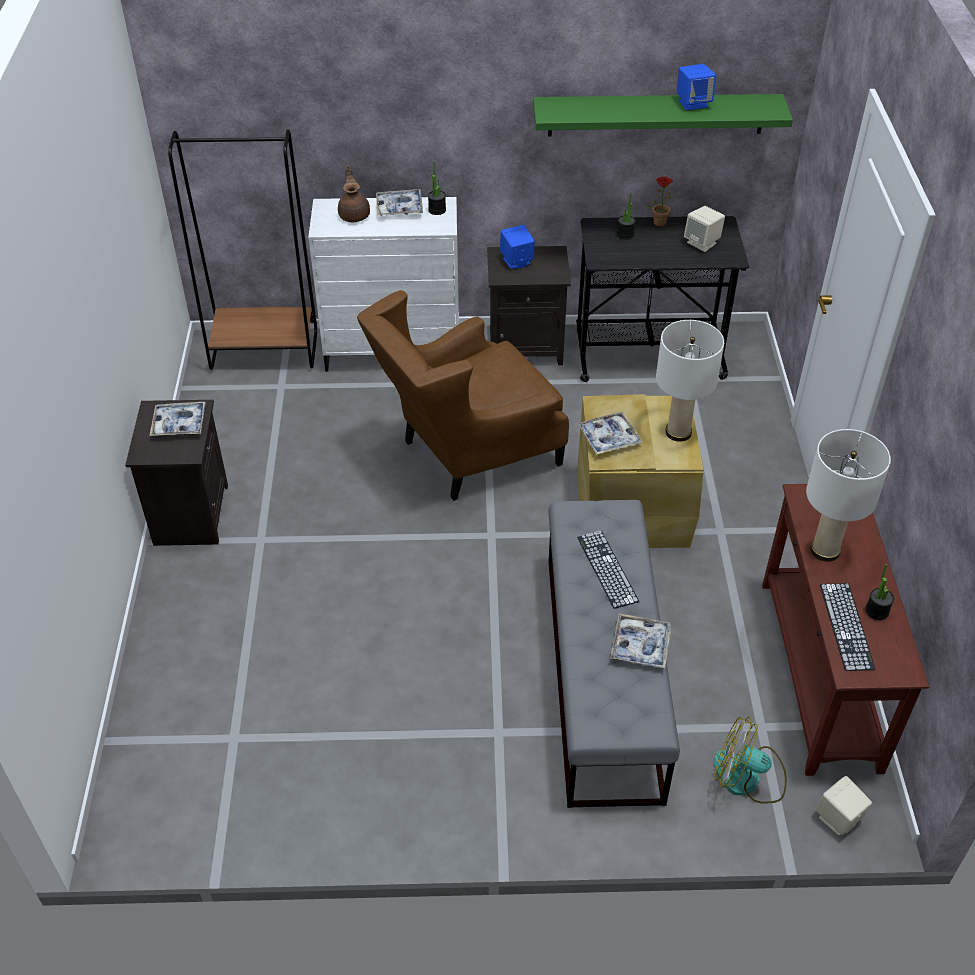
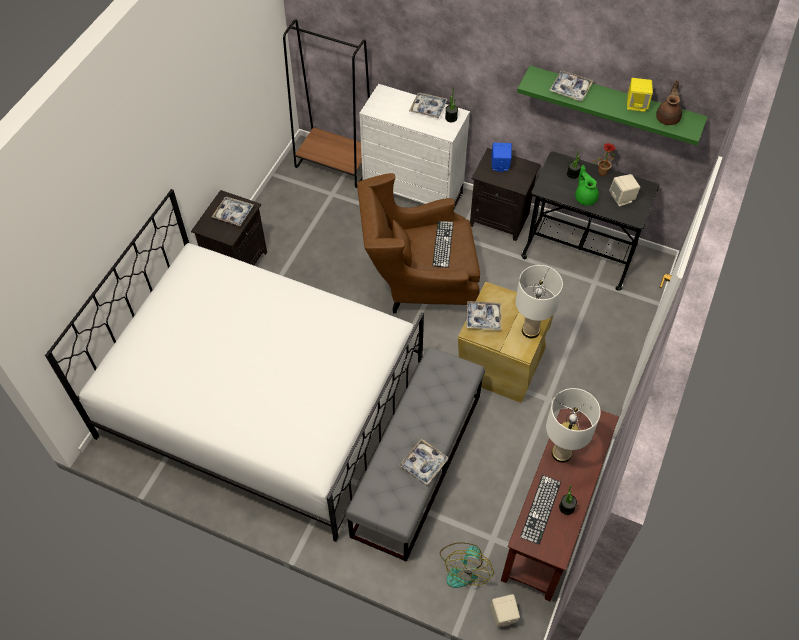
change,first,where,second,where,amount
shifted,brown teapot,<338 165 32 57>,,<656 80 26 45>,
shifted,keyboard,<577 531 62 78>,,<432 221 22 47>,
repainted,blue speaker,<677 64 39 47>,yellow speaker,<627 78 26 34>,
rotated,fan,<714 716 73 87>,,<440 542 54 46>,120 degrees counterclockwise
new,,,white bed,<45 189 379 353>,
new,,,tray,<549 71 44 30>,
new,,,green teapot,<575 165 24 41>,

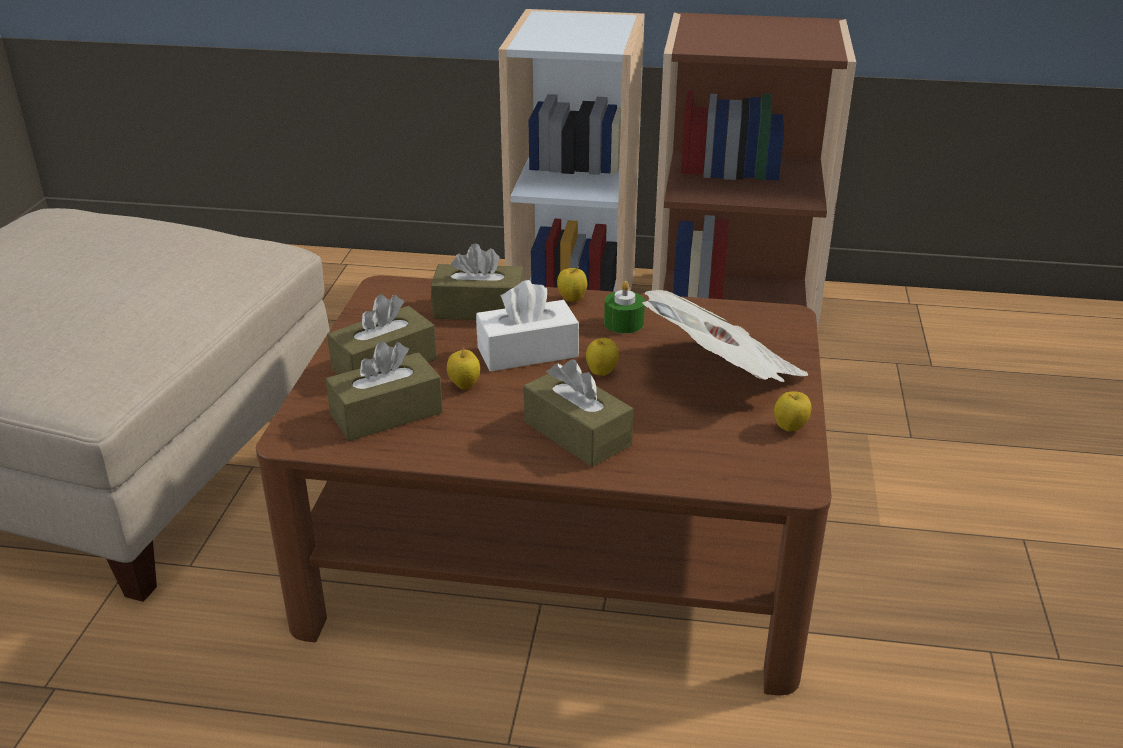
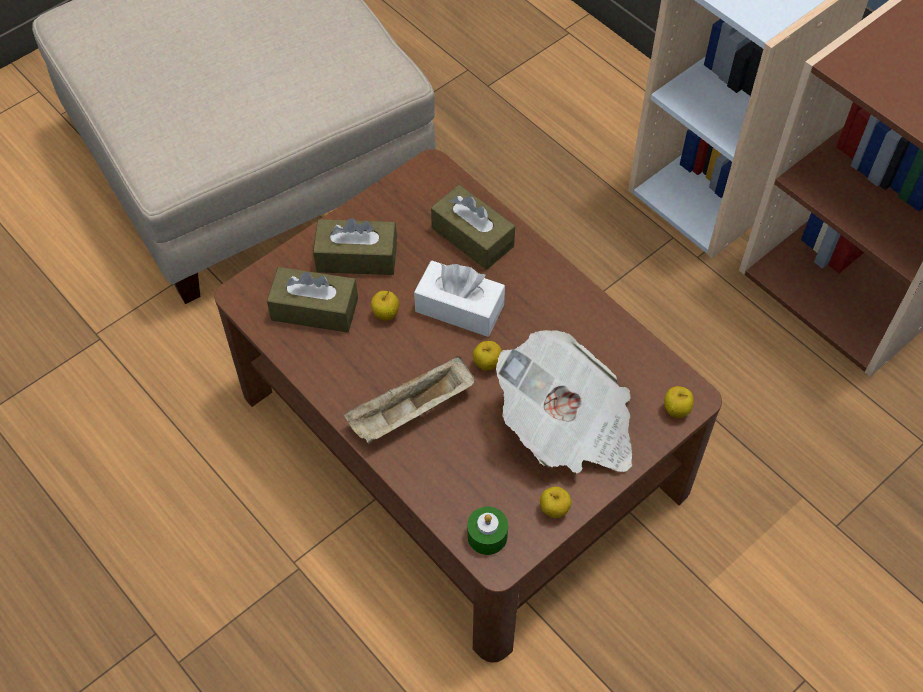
change,first,where,second,where,amount
swapped,brown tissue box,<524 359 110 108>,beige tray,<344 356 130 88>,
shifted,apple,<557 266 30 36>,,<664 386 30 32>,
shifted,green candle,<604 281 41 53>,,<467 506 41 49>,

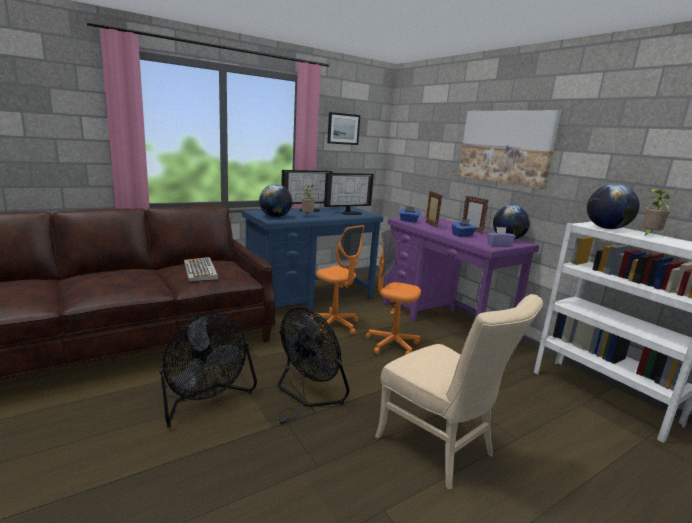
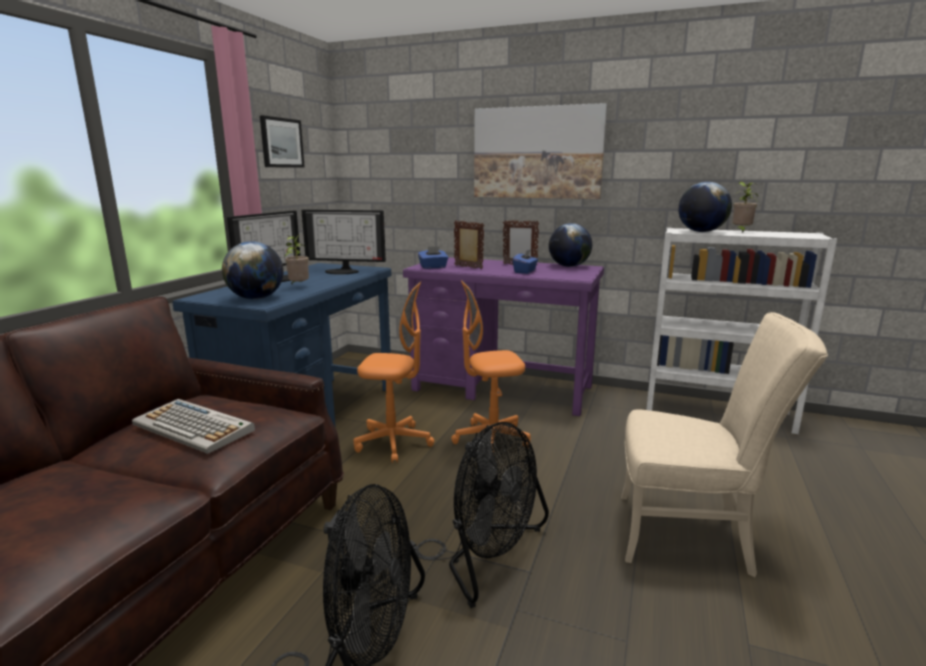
change,first,where,second,where,amount
rotated,black fan,<278 308 71 116>,,<410 422 139 186>,120 degrees clockwise
rotated,monitor,<324 173 50 42>,,<301 209 85 66>,75 degrees clockwise
gone,purple tissue box,<487 227 29 20>,,,

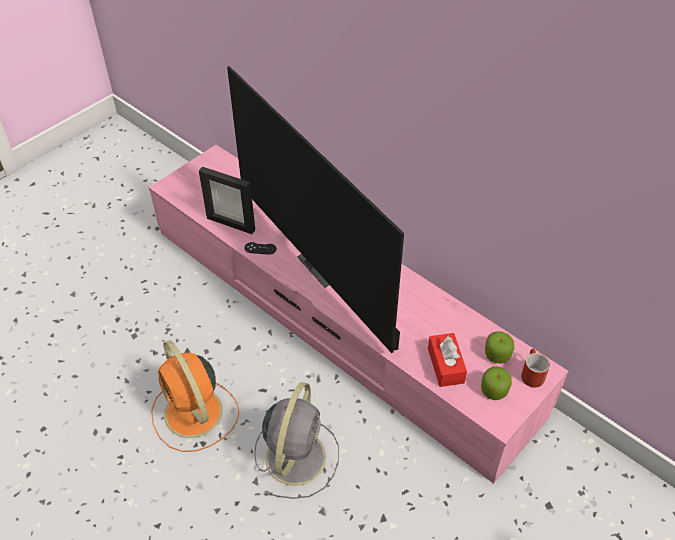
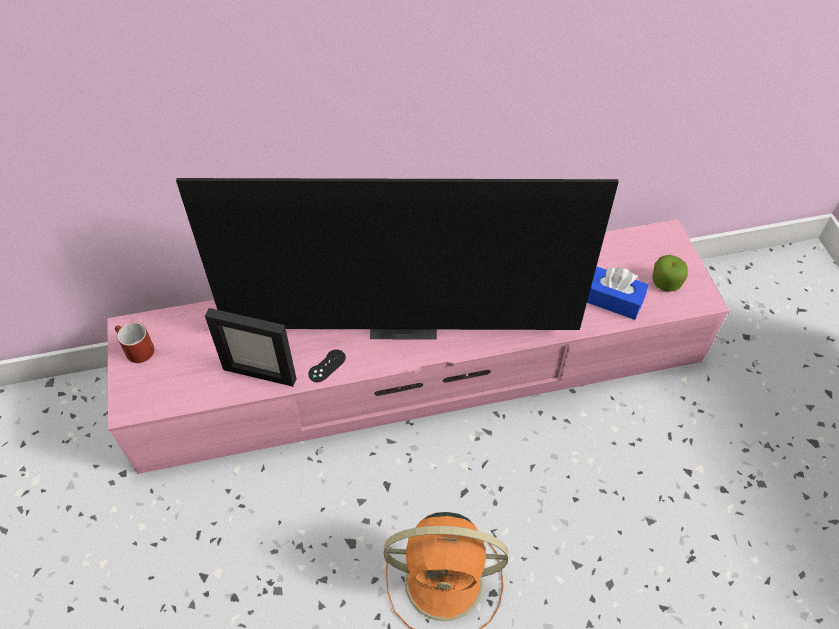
change,first,where,second,where,amount
rotated,picture frame,<199 167 56 67>,,<205 308 92 79>,45 degrees clockwise
gone,grey fan,<254 382 85 117>,,,
repainted,red tissue box,<428 333 39 54>,blue tissue box,<587 266 62 54>,
gone,apple,<485 331 29 33>,,,
shifted,red mug,<521 349 29 39>,,<115 322 39 41>,

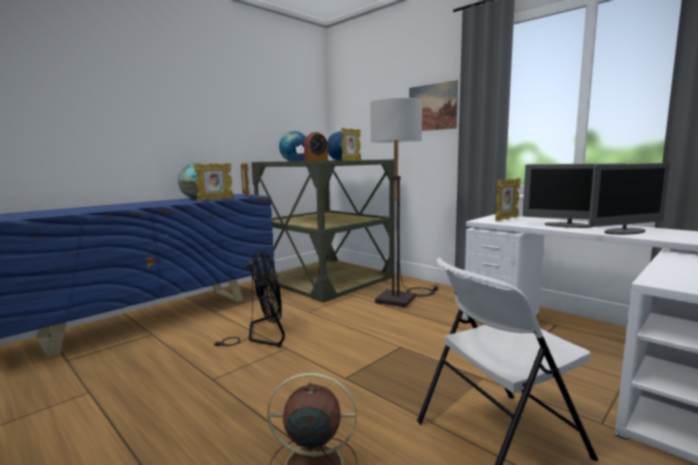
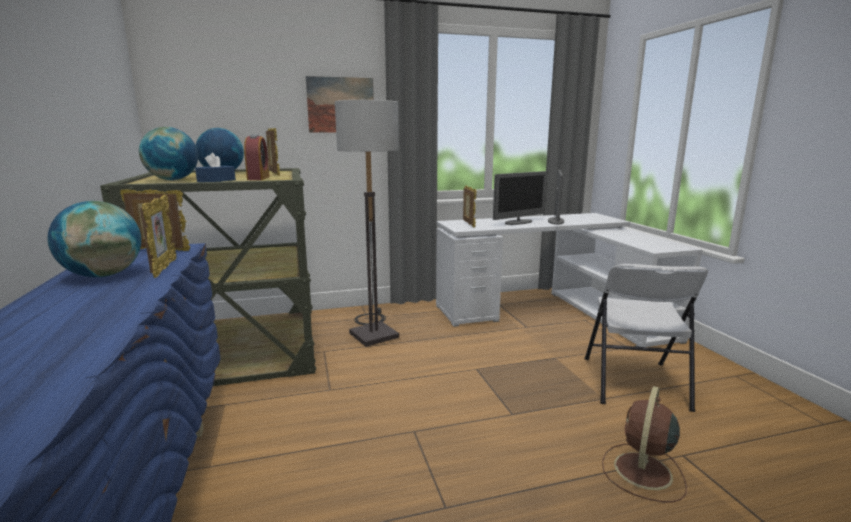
change,first,where,second,where,amount
gone,black fan,<214 249 71 99>,,,

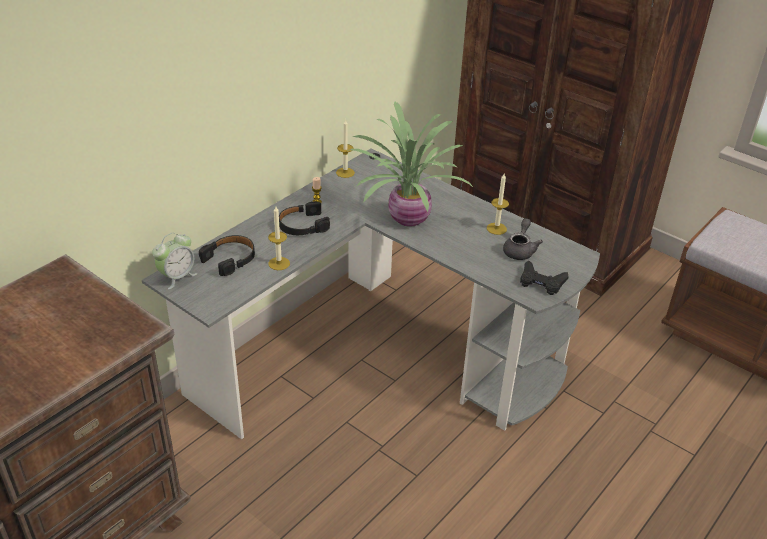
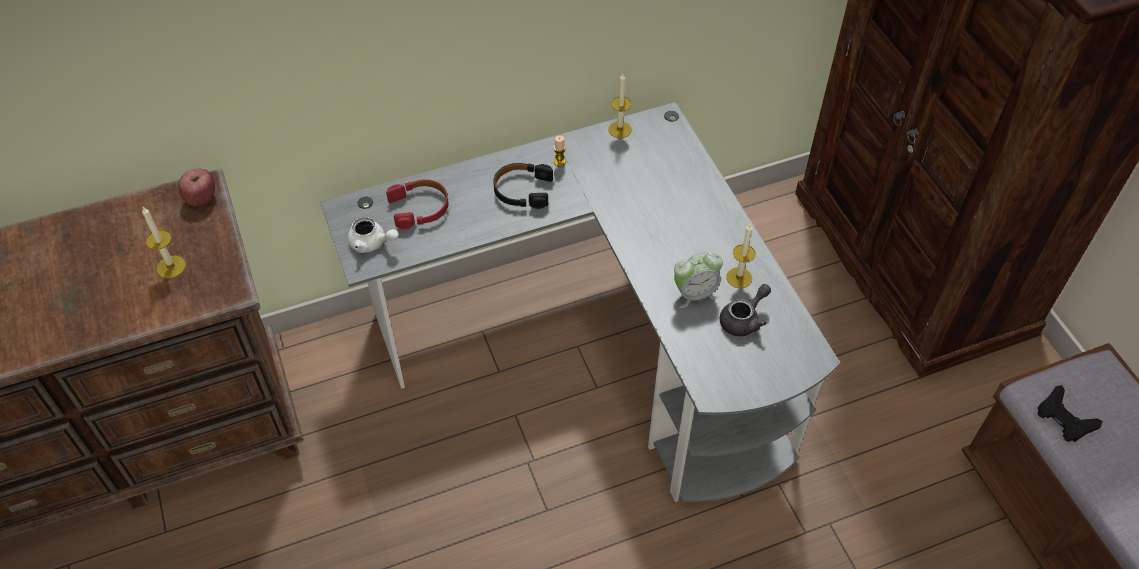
change,first,where,second,where,amount
shifted,alarm clock,<152 233 45 56>,,<674 252 49 56>,
repainted,black headphones,<199 235 56 41>,red headphones,<386 179 63 50>,
shifted,candle,<268 206 22 64>,,<142 207 44 71>,
gone,potted plant,<347 102 127 125>,,,
shifted,black game controller,<520 260 49 35>,,<1037 385 65 57>,
new,,,apple,<179 168 36 38>,
new,,,white teapot,<348 217 51 36>,

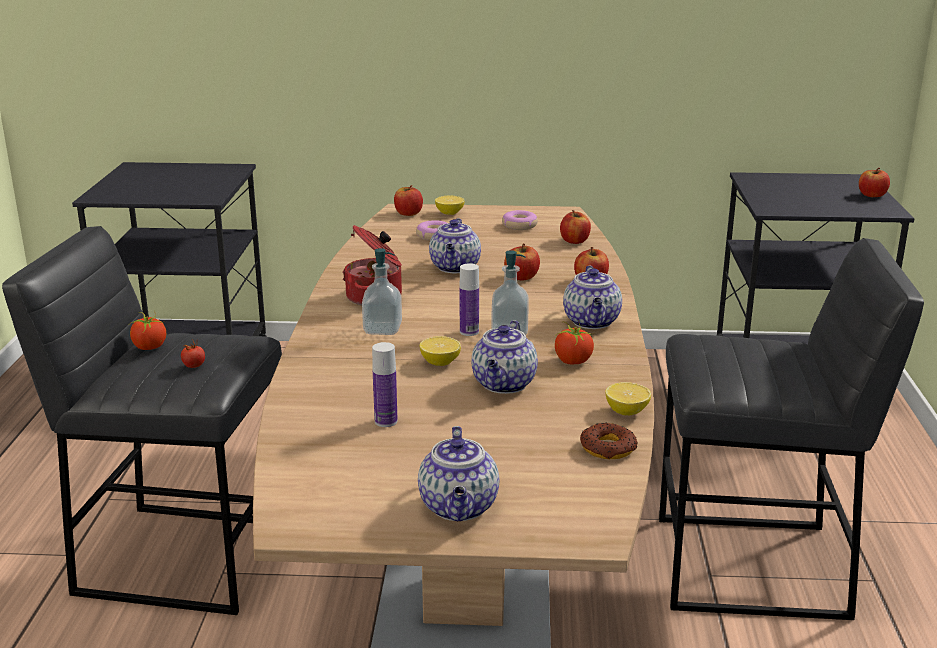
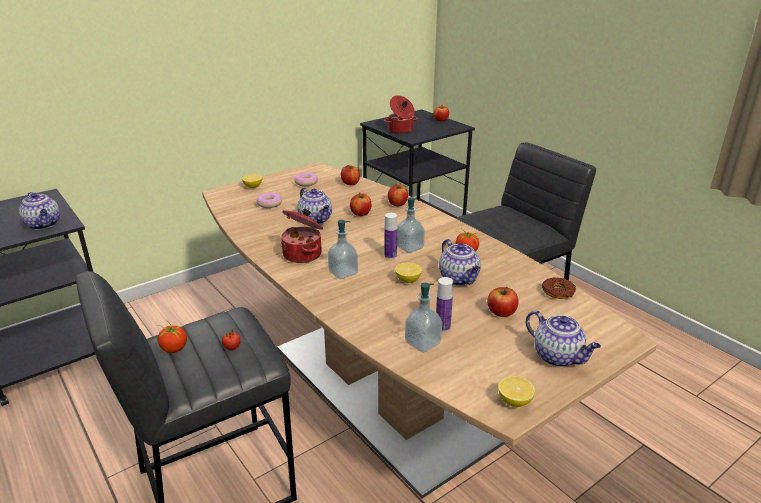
change,first,where,second,where,amount
shifted,apple,<394 185 29 31>,,<487 287 32 30>,
shifted,teapot,<563 265 59 64>,,<19 192 41 38>,
shifted,lemon,<605 382 46 33>,,<498 376 37 31>,
new,,,cooking pot,<384 95 34 39>,
new,,,soap dispenser,<405 283 37 70>,

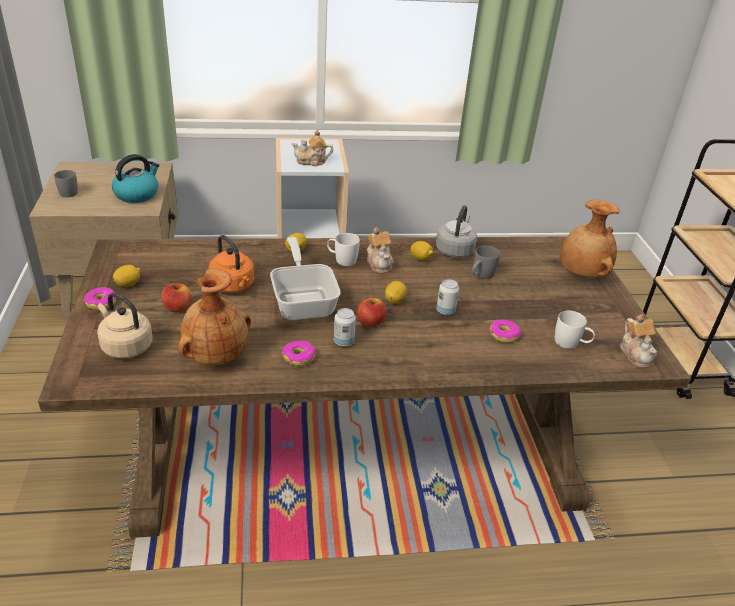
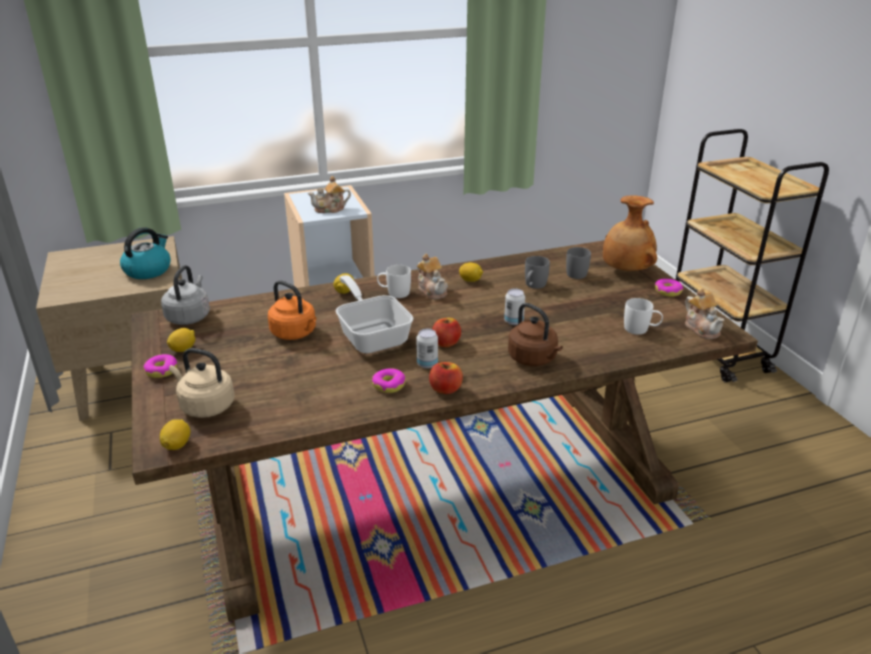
change,first,where,second,where,amount
shifted,grey mug,<54 170 24 27>,,<566 247 25 32>,
shifted,apple,<161 283 31 29>,,<429 362 34 32>,
gone,brown vase,<178 268 73 97>,,,
shifted,lemon,<385 281 22 23>,,<160 419 30 31>,
shifted,grey kettle,<436 205 41 53>,,<161 265 49 60>,
shifted,donut,<490 319 31 24>,,<655 279 28 18>,
new,,,brown kettle,<508 303 55 63>,

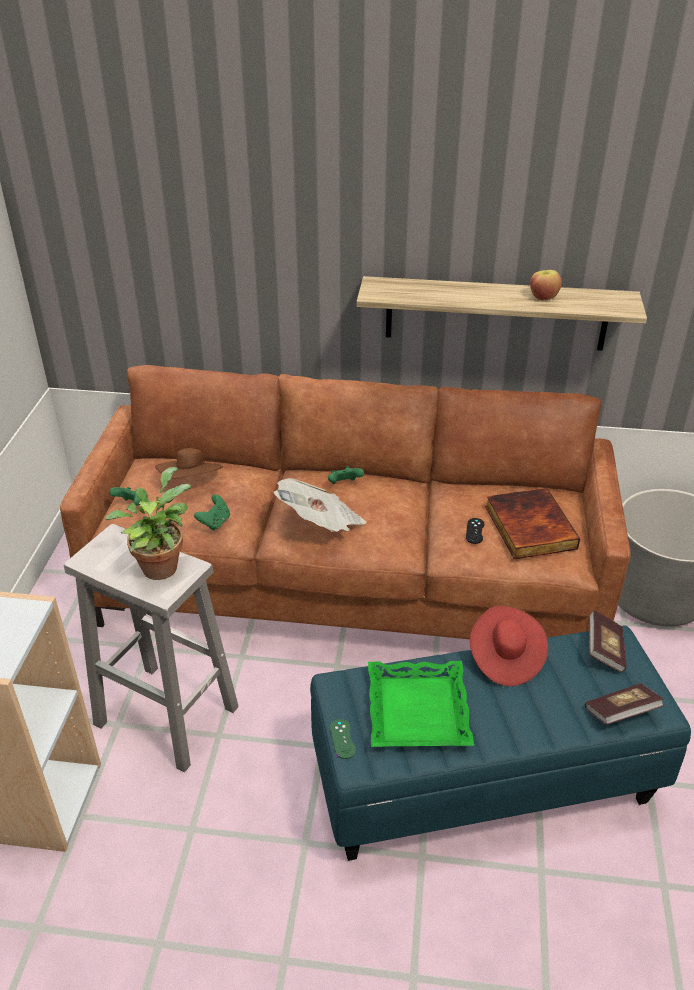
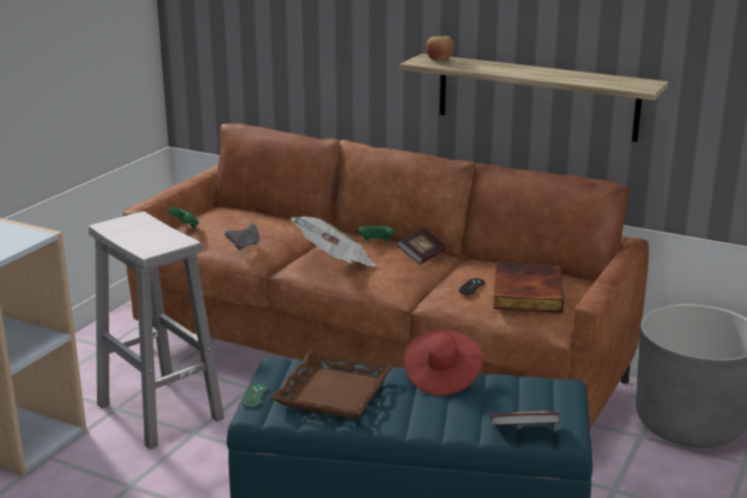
change,first,where,second,where,amount
gone,potted plant,<105 467 86 113>,,,
gone,brown hat,<155 448 68 31>,,,
repainted,green game controller,<194 494 36 37>,grey game controller,<225 222 35 28>,
repainted,green tray,<368 661 106 86>,brown tray,<270 350 124 69>,
shifted,apple,<530 270 32 30>,,<426 36 28 25>,
shifted,book,<589 610 38 63>,,<397 228 49 36>,

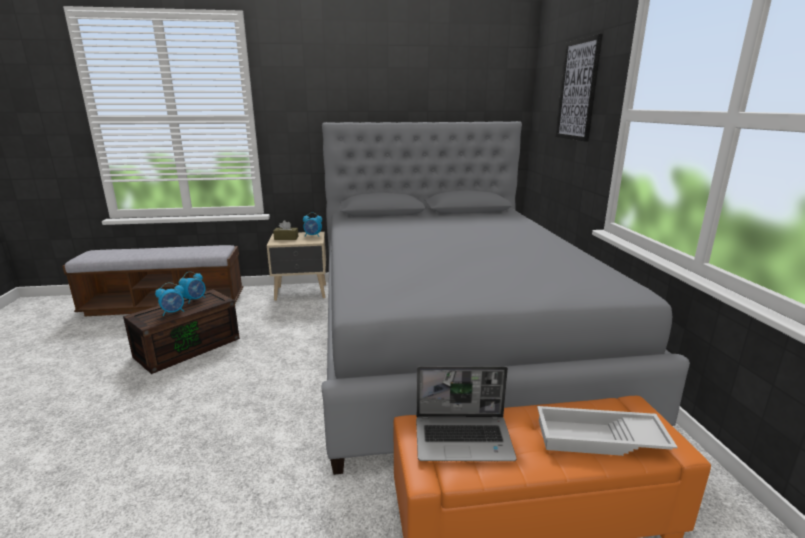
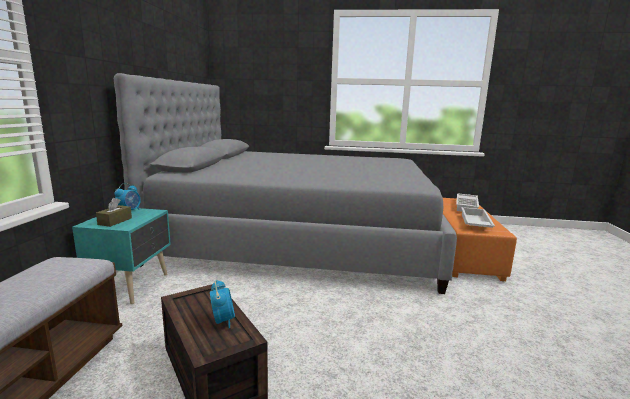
change,first,where,second,where,amount
gone,alarm clock,<179 272 27 32>,,,
repainted,beige nightstand,<267 232 59 69>,turquoise nightstand,<72 208 99 96>,
swapped,laptop,<416 366 101 95>,white tray,<461 207 34 21>,
gone,picture,<556 34 47 108>,,,

